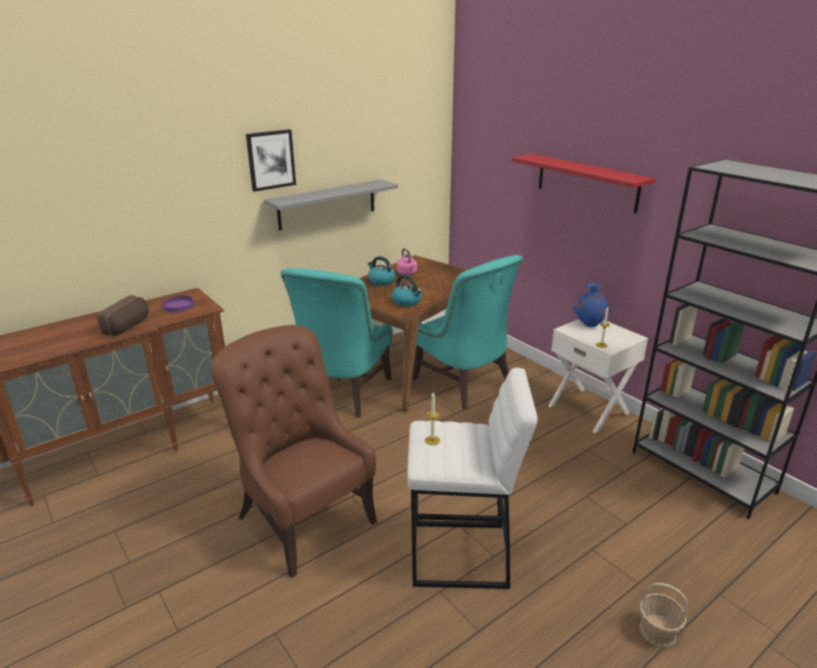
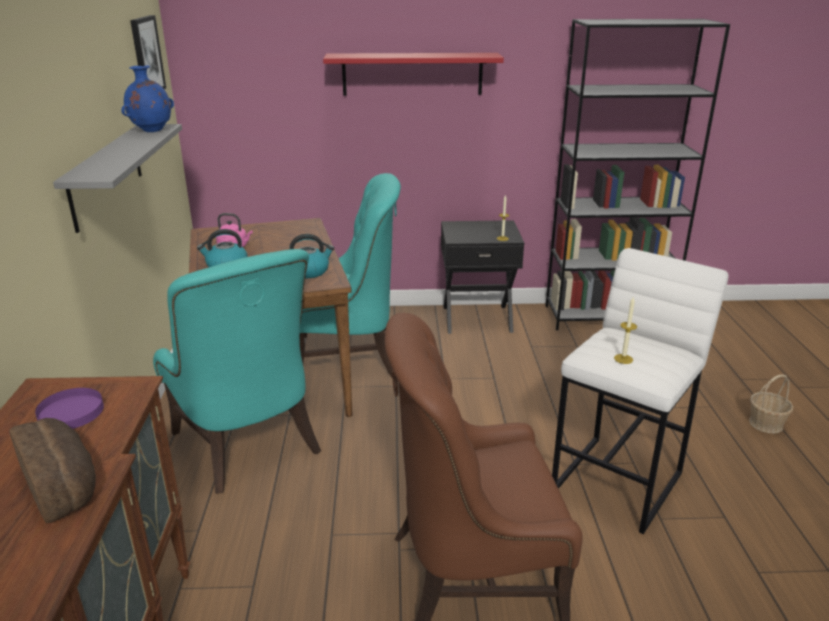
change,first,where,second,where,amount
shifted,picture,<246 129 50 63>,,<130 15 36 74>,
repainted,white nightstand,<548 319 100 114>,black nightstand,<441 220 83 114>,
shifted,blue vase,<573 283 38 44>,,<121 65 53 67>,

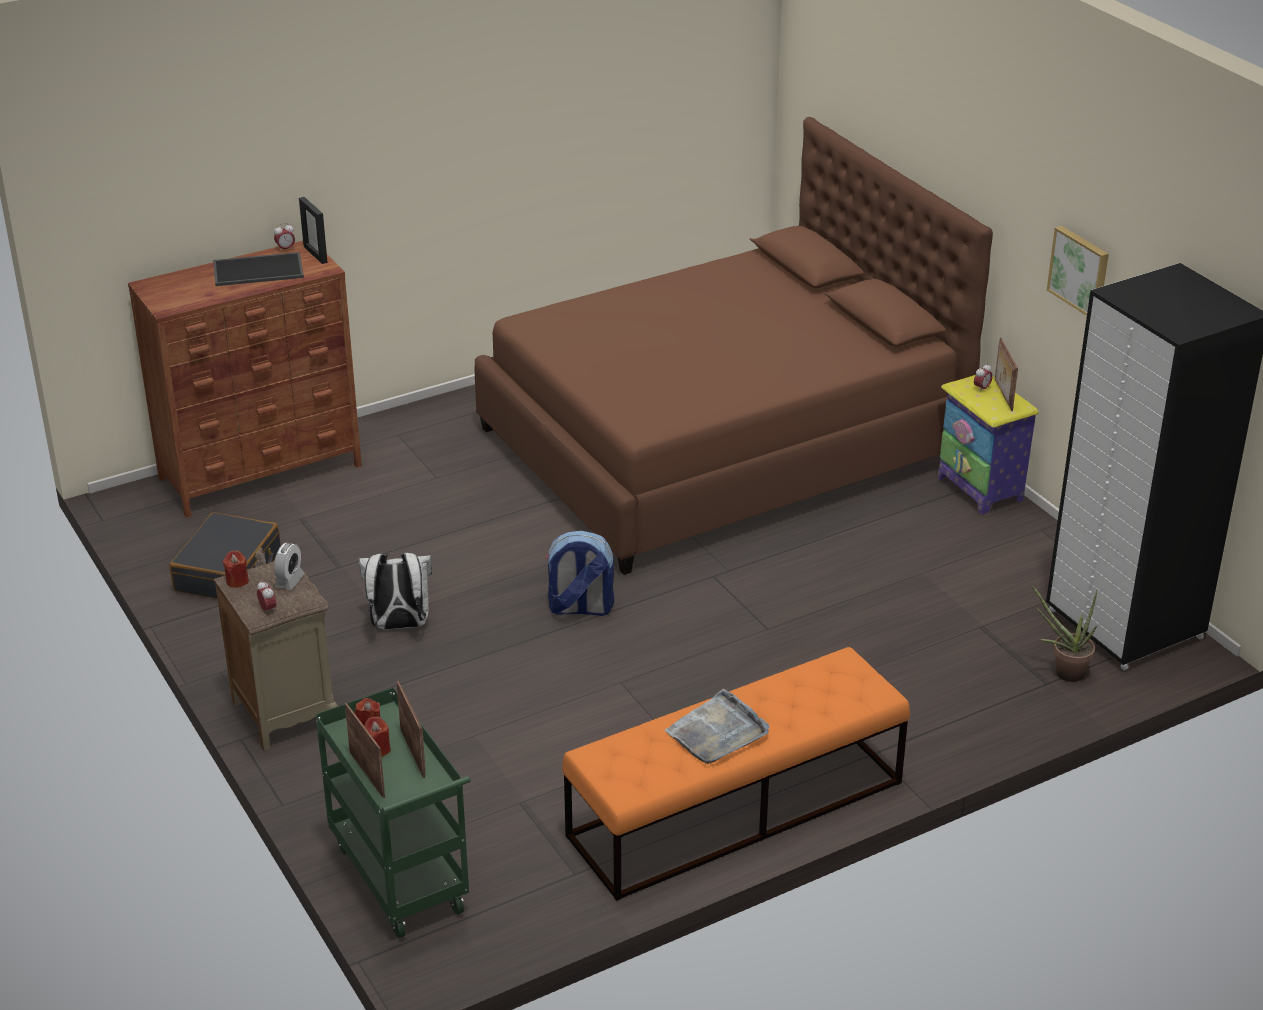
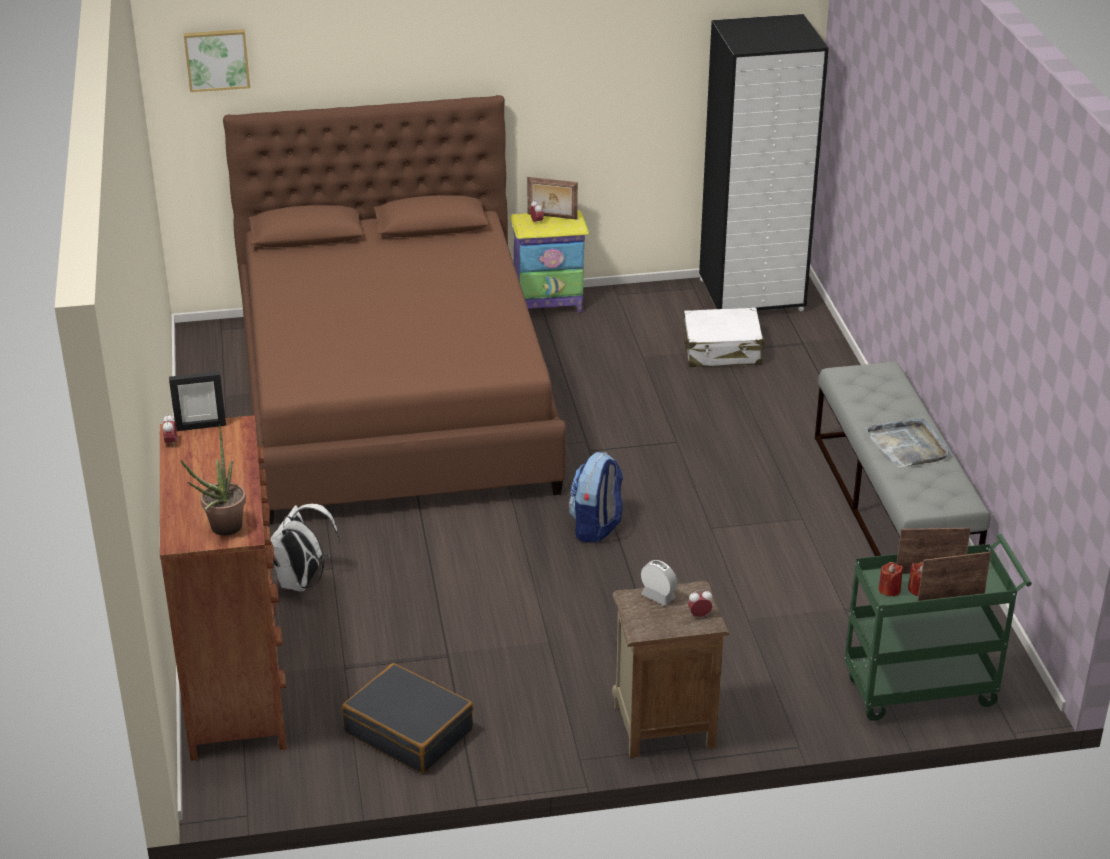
change,first,where,second,where,amount
gone,tray,<213 252 91 34>,,,
gone,red candle,<223 551 26 37>,,,
shifted,white backpack,<359 551 73 79>,,<270 504 70 88>,
repainted,orange bench,<562 647 348 254>,grey bench,<815 362 176 194>,
shifted,potted plant,<1032 585 65 97>,,<181 424 65 112>,
shifted,picture,<1047 226 62 90>,,<184 29 66 63>,
new,,,white suitcase,<684 307 82 60>,

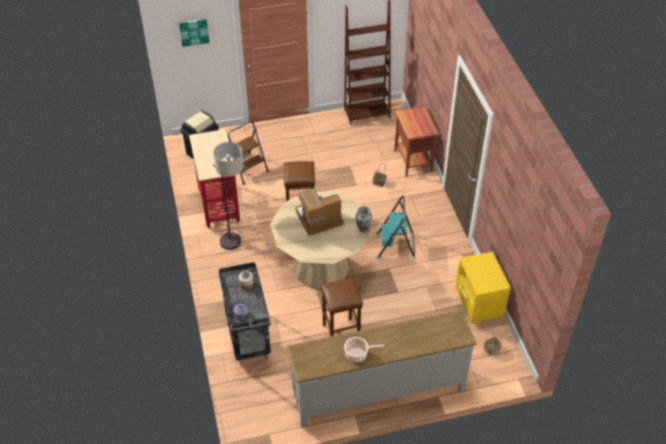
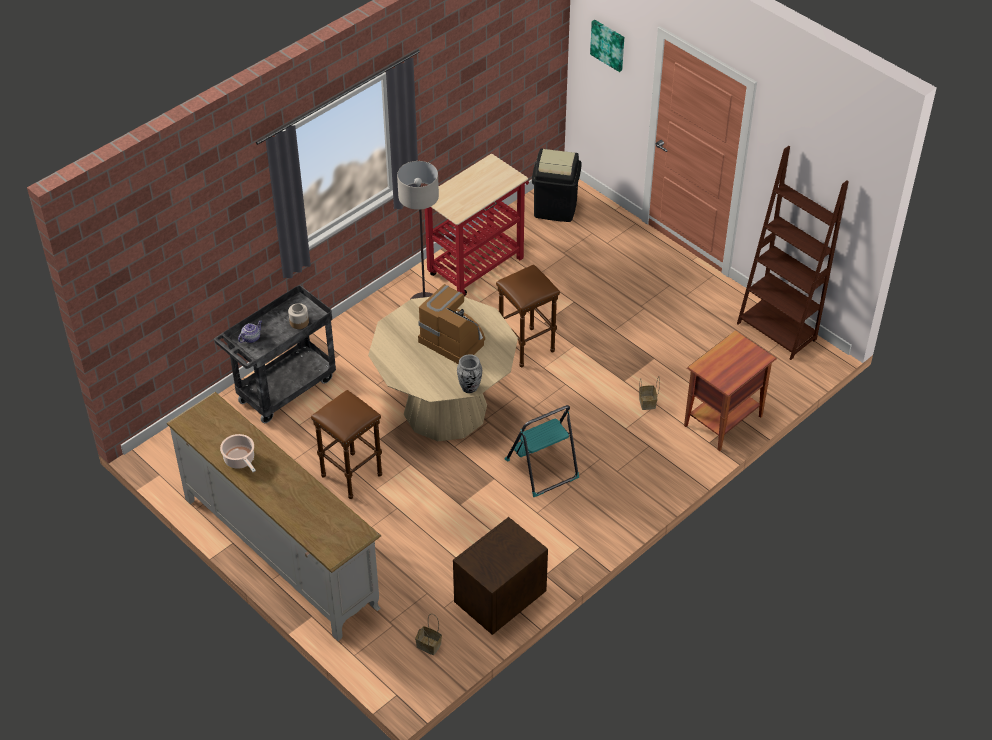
change,first,where,second,where,amount
gone,brown step ladder,<228 121 41 64>,,,
repainted,yellow nightstand,<455 252 56 71>,brown nightstand,<453 517 95 118>,

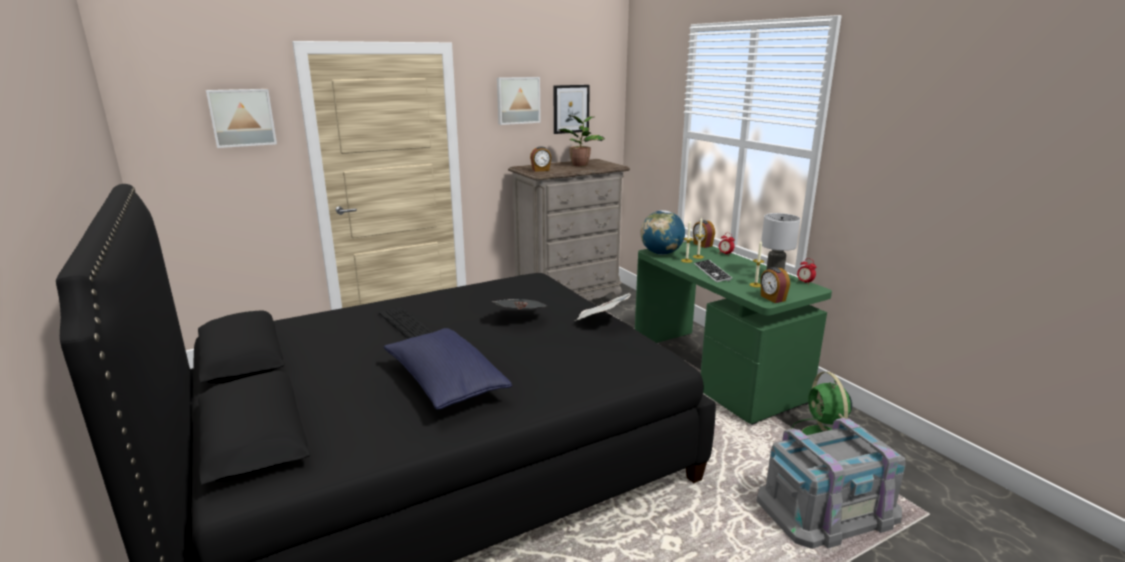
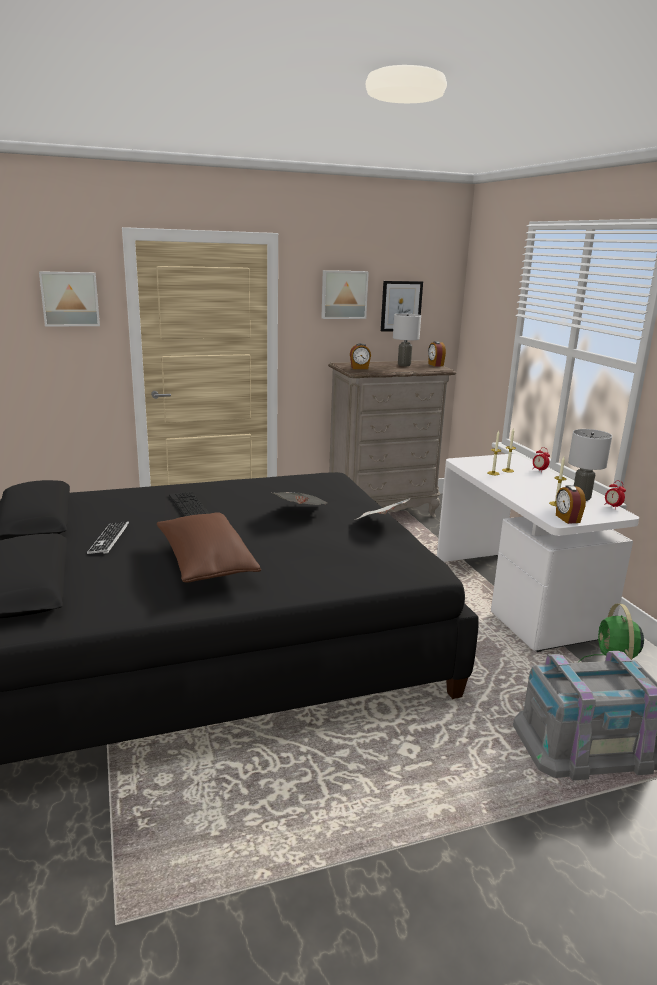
change,first,where,second,where,amount
repainted,blue pillow,<384 328 128 81>,brown pillow,<157 512 104 71>,
swapped,potted plant,<559 115 46 51>,white table lamp,<393 314 28 52>,
repainted,green desk,<635 240 197 185>,white desk,<437 454 202 198>,
gone,globe,<641 210 44 45>,,,
shifted,alarm clock,<693 220 22 28>,,<428 341 18 26>,
shifted,keyboard,<694 260 38 22>,,<87 521 42 33>,

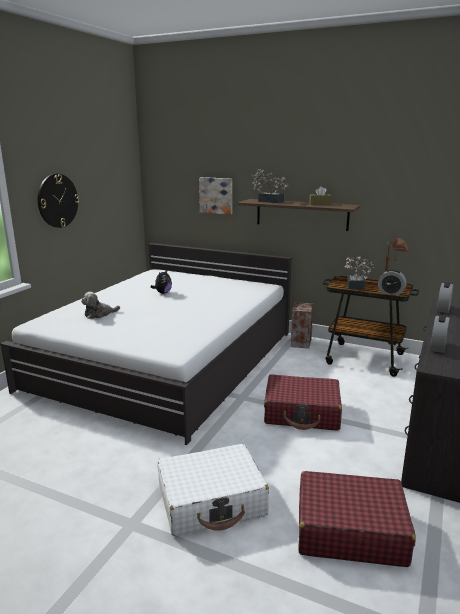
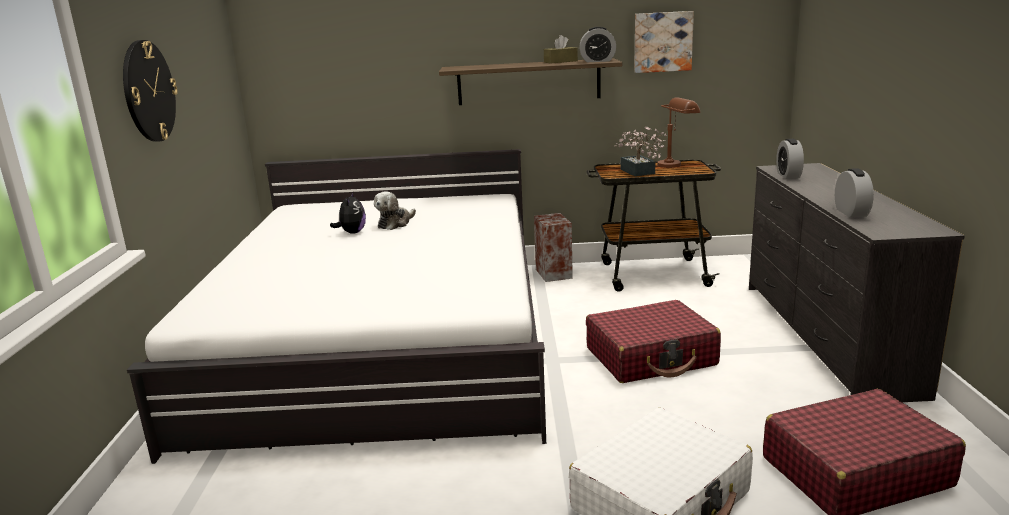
change,first,where,second,where,amount
shifted,plush toy,<81 292 39 27>,,<374 191 42 39>,
shifted,picture,<199 177 33 38>,,<634 11 60 62>,
gone,potted plant,<253 169 36 34>,,,
shifted,alarm clock,<378 269 28 26>,,<579 27 37 35>,

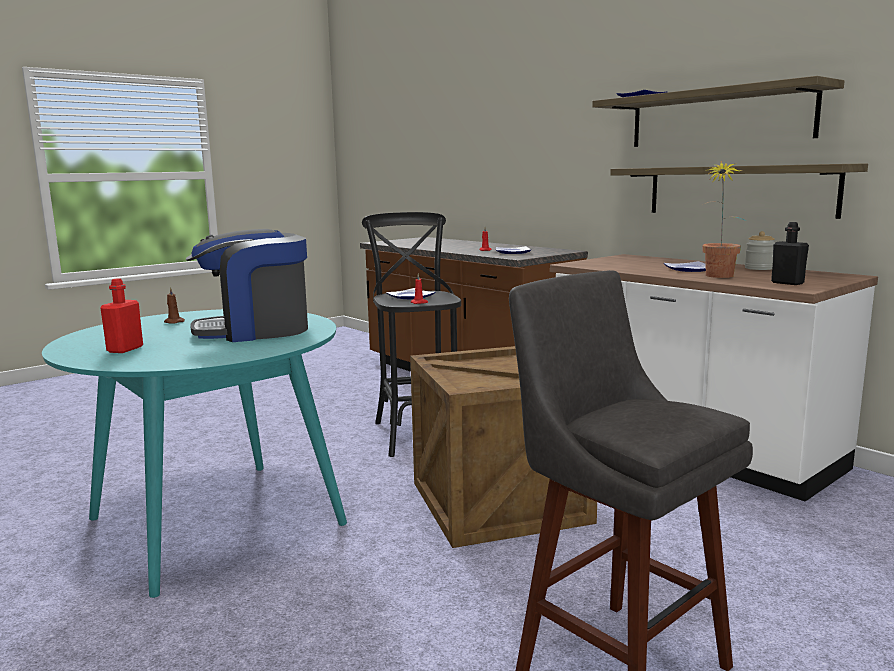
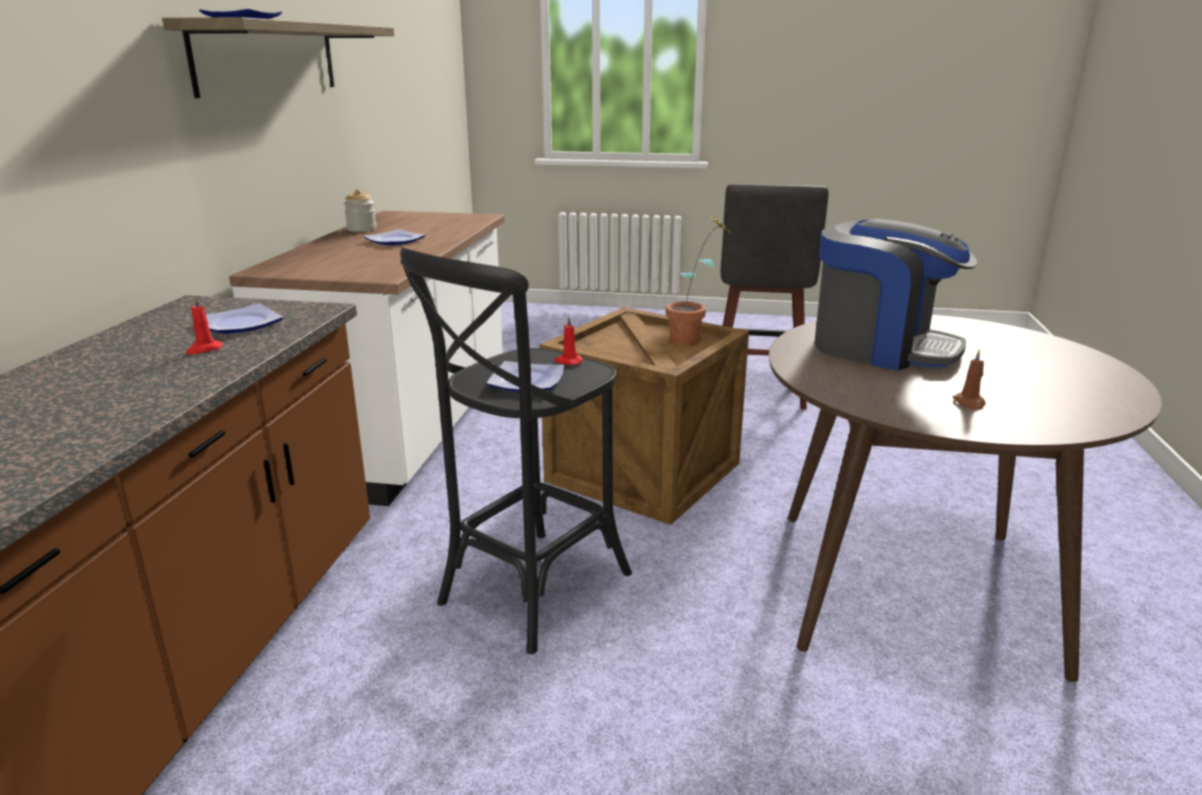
change,first,where,second,where,amount
repainted,turquoise dining table,<42 309 305 289>,brown dining table,<769 315 393 367>,
gone,red bottle,<100 278 43 75>,,,
gone,shelf,<610 163 258 56>,,,
shifted,potted plant,<702 161 45 117>,,<666 215 65 130>,
gone,black bottle,<771 222 38 63>,,,

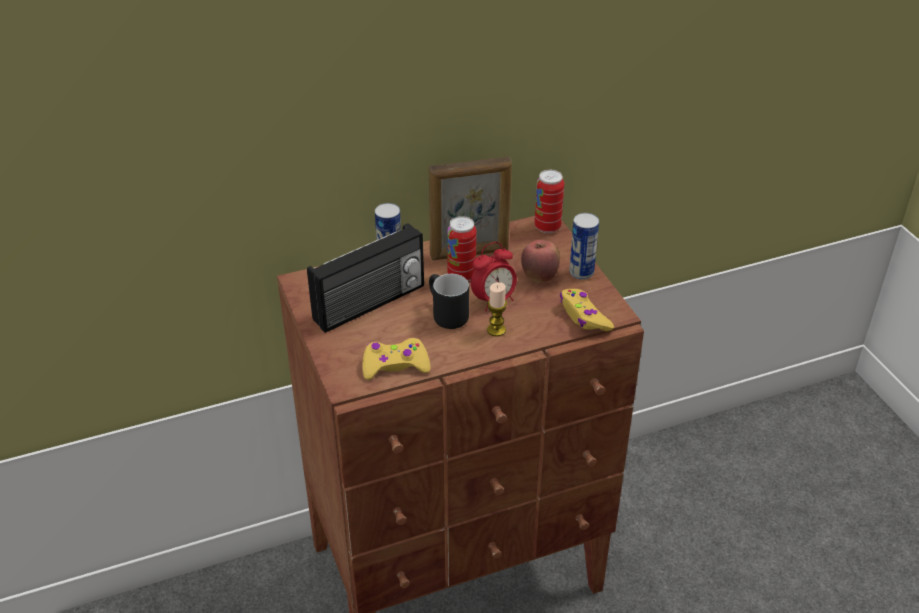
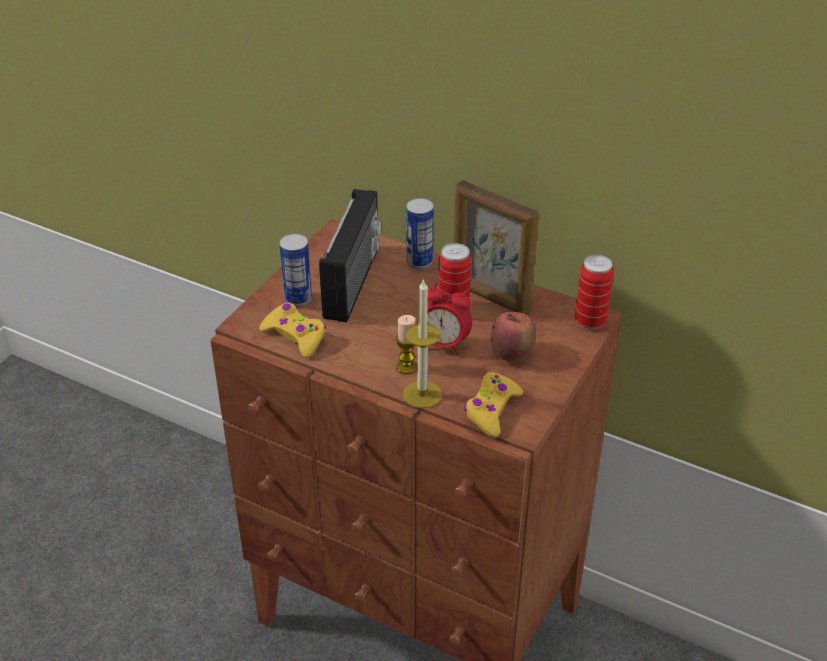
change,first,where,second,where,amount
rotated,radio,<307 223 117 110>,,<319 189 62 134>,90 degrees counterclockwise
gone,black mug,<429 274 40 55>,,,
shifted,can,<569 213 30 67>,,<279 233 33 74>,
new,,,candle,<403 279 39 130>,

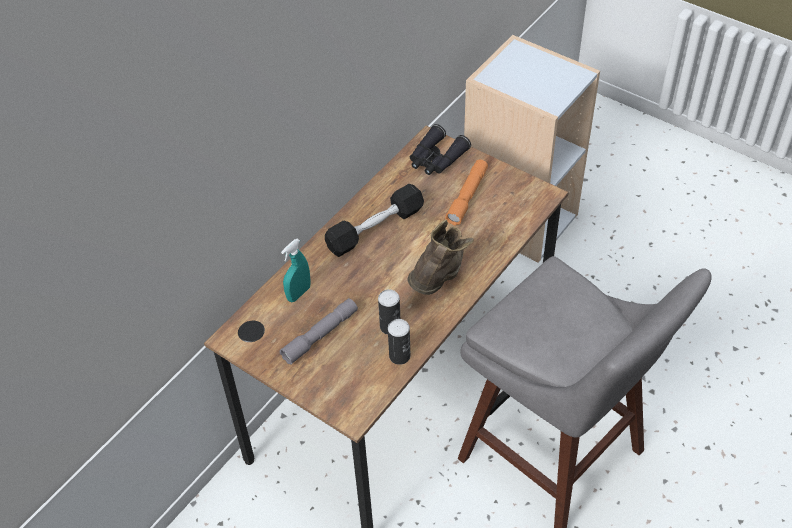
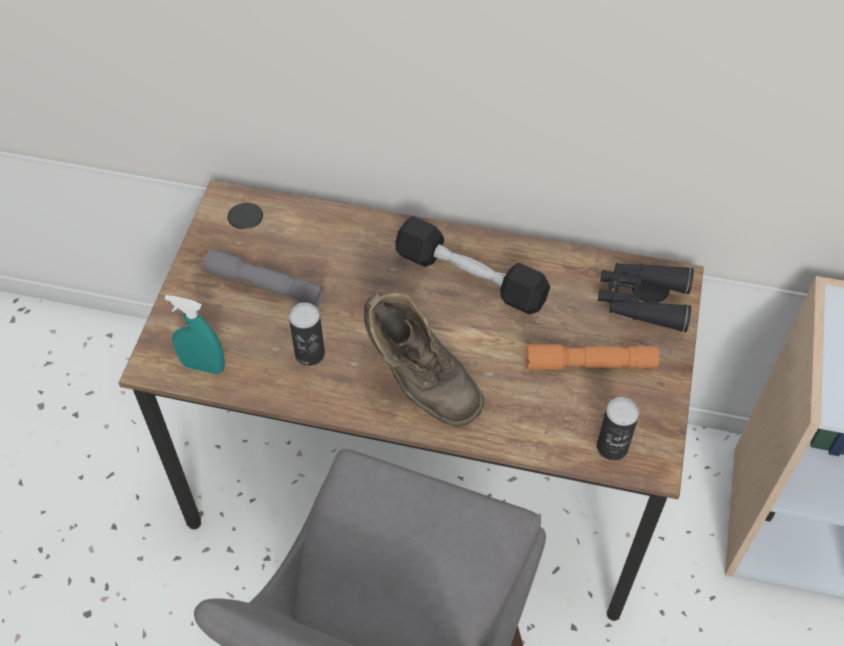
change,first,where,second,where,amount
shifted,turquoise spray bottle,<281 239 30 63>,,<165 295 60 80>,
shifted,can,<388 319 22 46>,,<597 397 42 63>,
rotated,brown boot,<407 220 67 75>,,<364 292 120 135>,45 degrees clockwise

